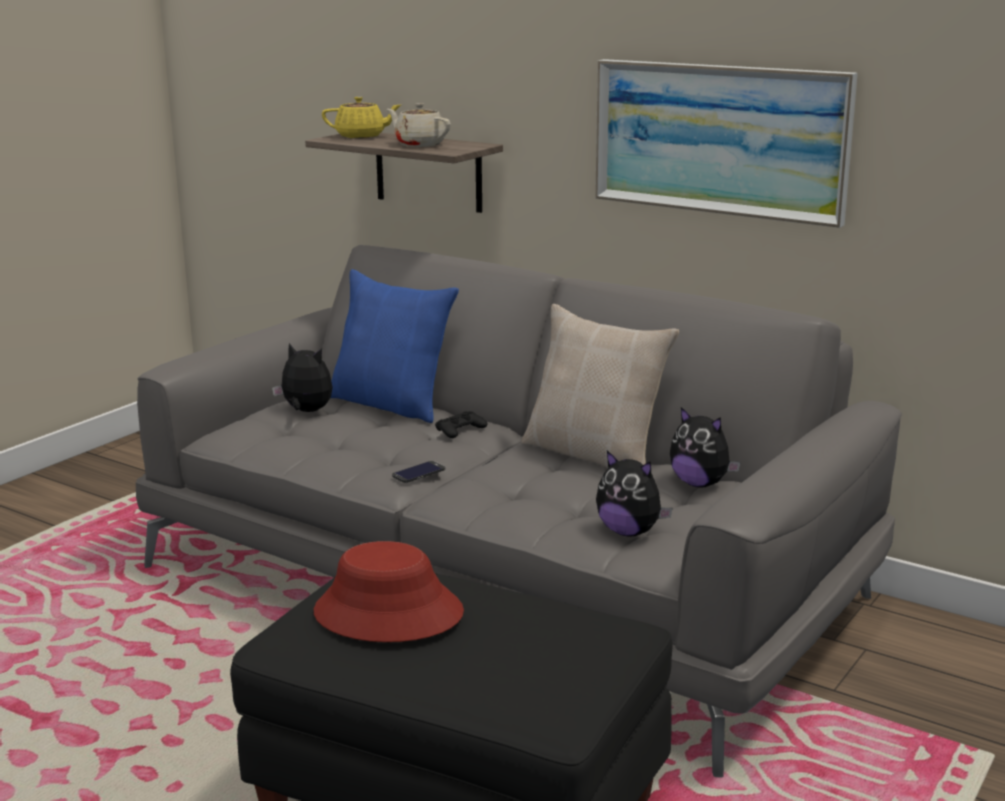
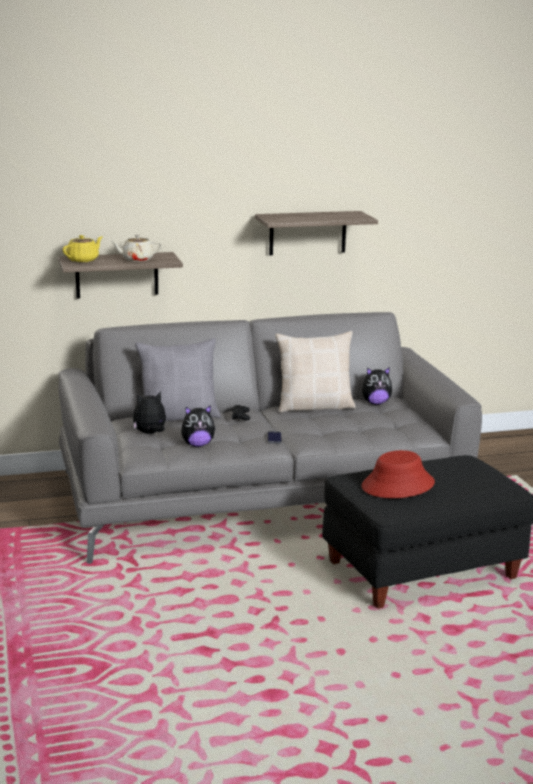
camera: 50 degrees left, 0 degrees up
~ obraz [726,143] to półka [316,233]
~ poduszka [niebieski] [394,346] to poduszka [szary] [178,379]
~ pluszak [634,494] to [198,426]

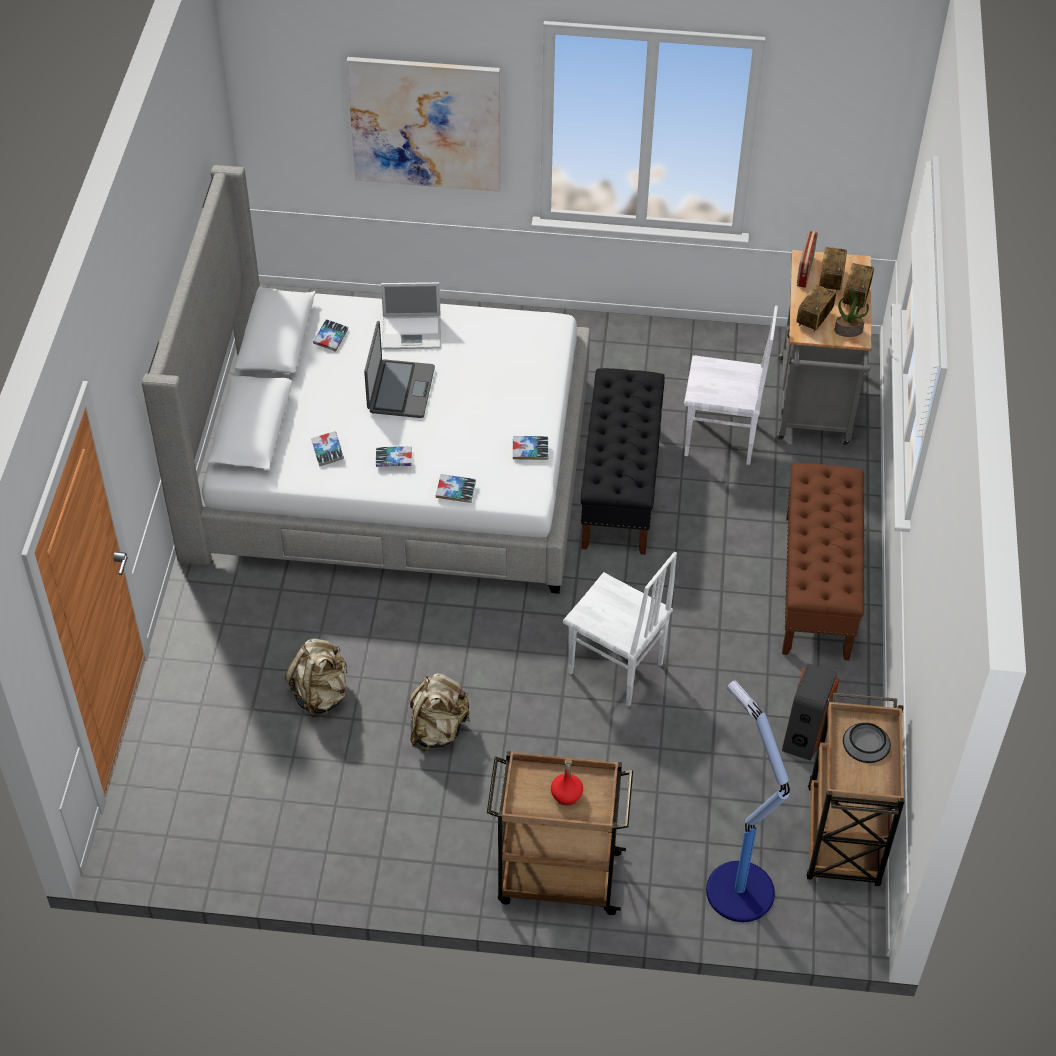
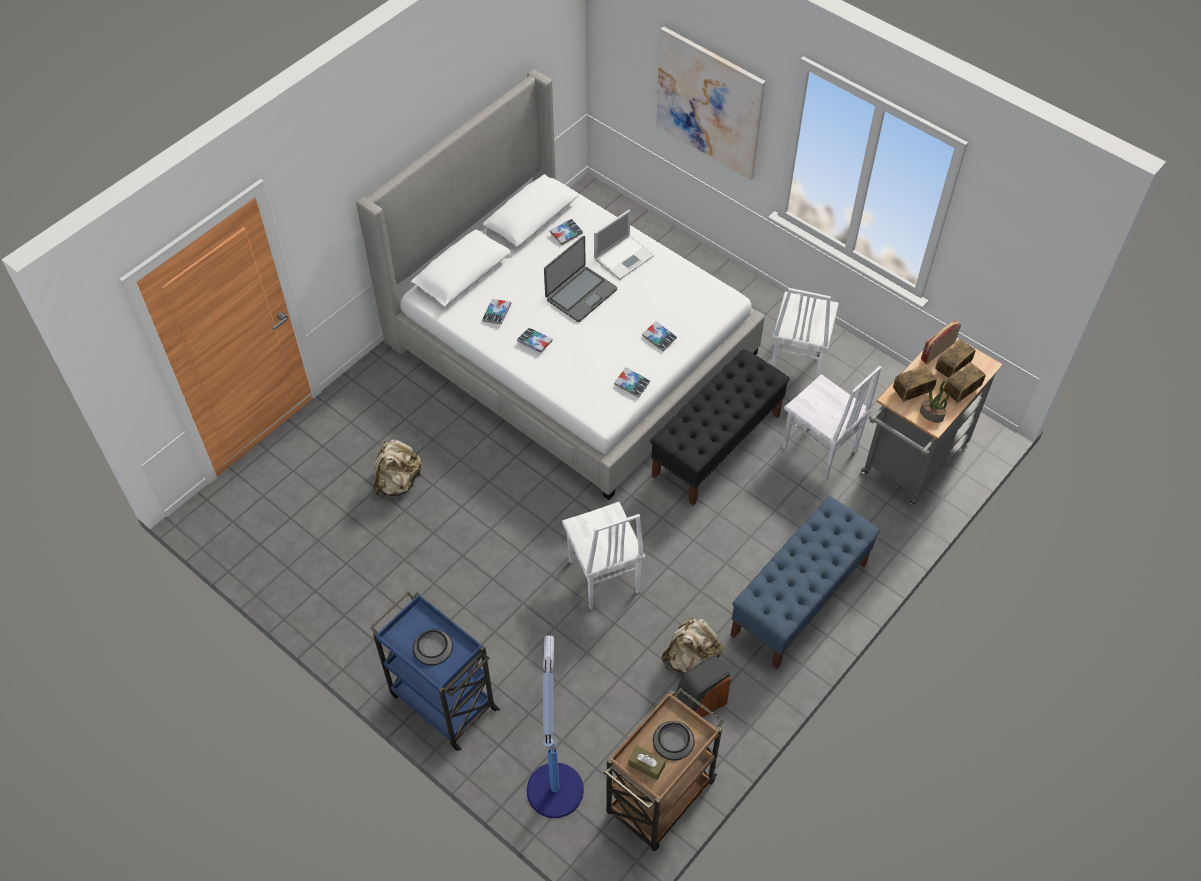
camera: 35 degrees right, 5 degrees up
~ laptop [411,315] = [624,245] 75 degrees counterclockwise
~ ławka [brązowy] [823,562] to ławka [niebieski] [805,583]
~ książka [456,488] to [659,336]
~ plecak [beżowy] [440,712] to [692,645]
~ wózek [brązowy] [560,833] to wózek [niebieski] [435,671]
~ butelka [czerwony] [567,781] to miska [433,647]
+ krzesło [biały] [805,333]
+ pudełko chusteczek [brązowy] [647,762]

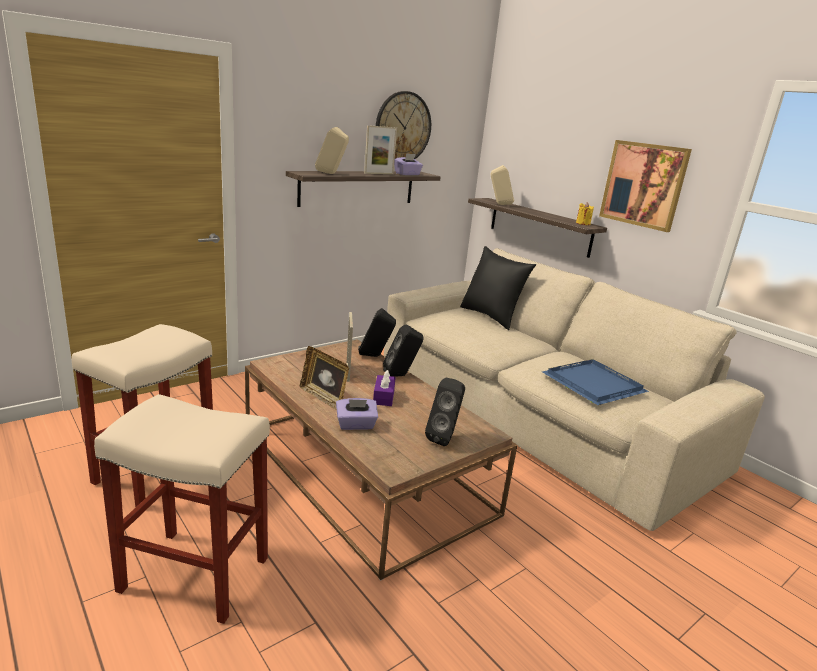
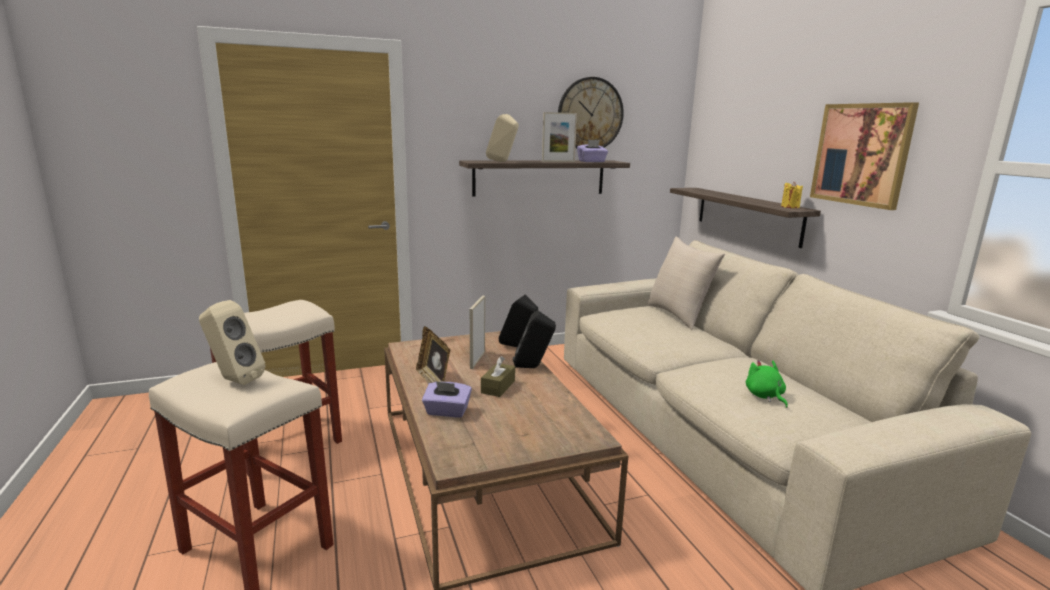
camera: 20 degrees right, 5 degrees down
~ głośnik [beżowy] [502,185] to [232,342]
~ poduszka [czarny] [498,288] to poduszka [beżowy] [686,283]
~ taca [niebieski] [595,382] to pluszak [zielony] [767,384]
~ pudełko chusteczek [fioletowy] [384,388] to pudełko chusteczek [brązowy] [498,376]
- głośnik [czarny] [445,412]

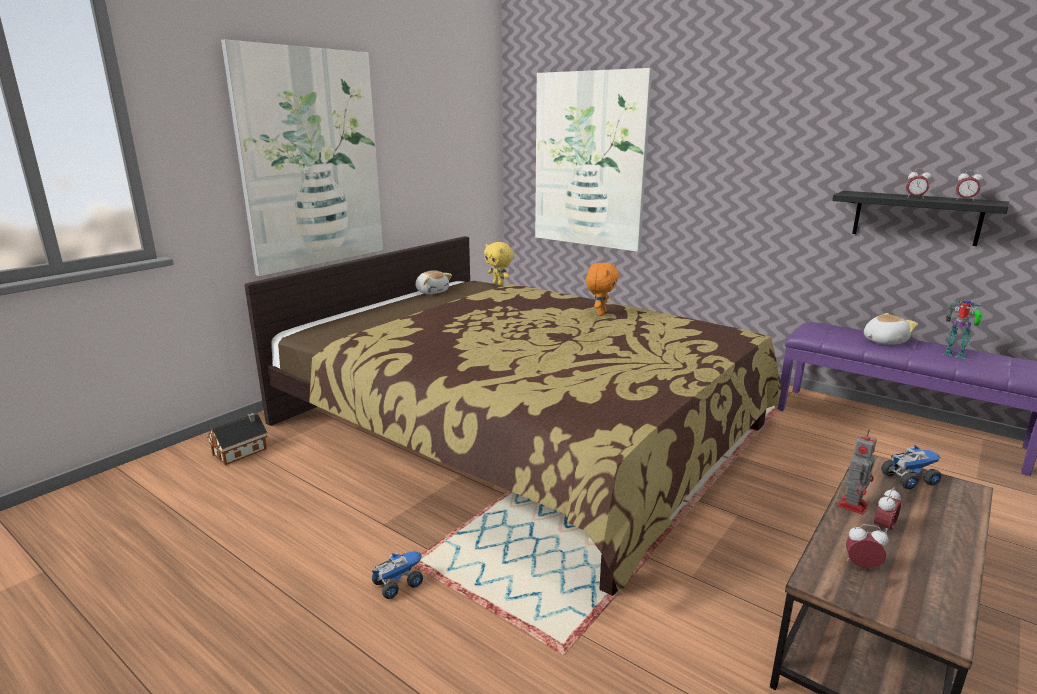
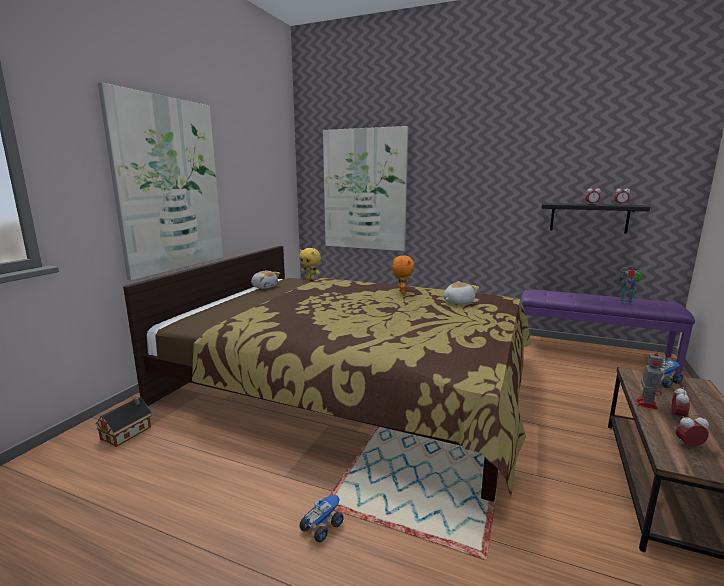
camera: 15 degrees left, 5 degrees down
~ pluszak [891,329] to [461,293]

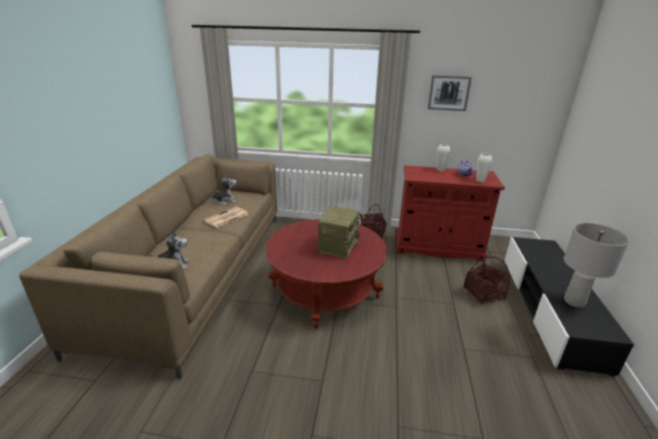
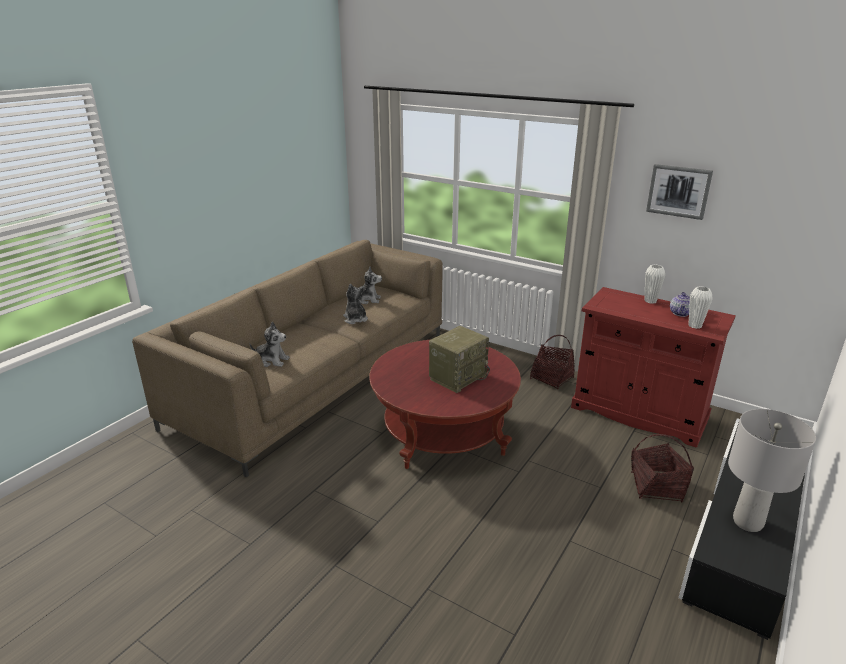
camera: 25 degrees right, 0 degrees up
~ gazeta [226,217] to pluszak [355,304]

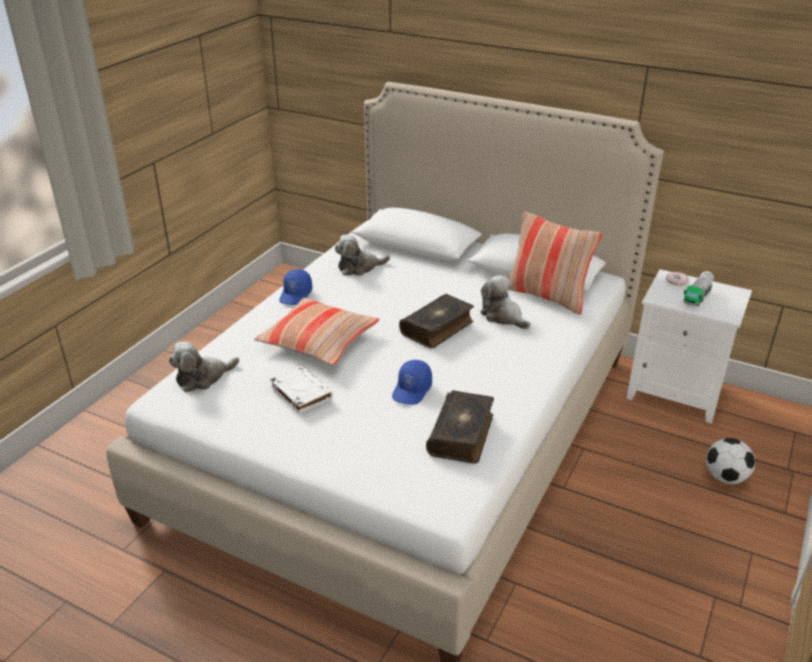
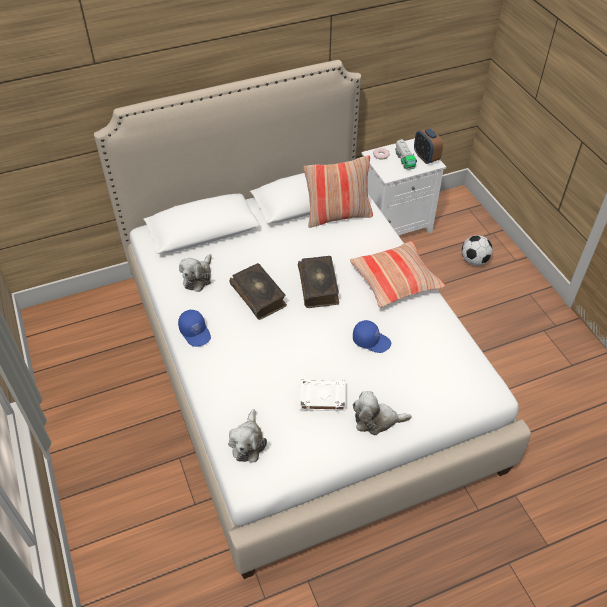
camera: 50 degrees left, 15 degrees up
~ pluszak [506,302] to [382,413]
~ poduszka [316,331] to [398,274]
~ czapka z daszkiem [niebieski] [412,382] = [372,336] 45 degrees counterclockwise
~ książka [460,427] to [258,291]
+ budzik [428,146]

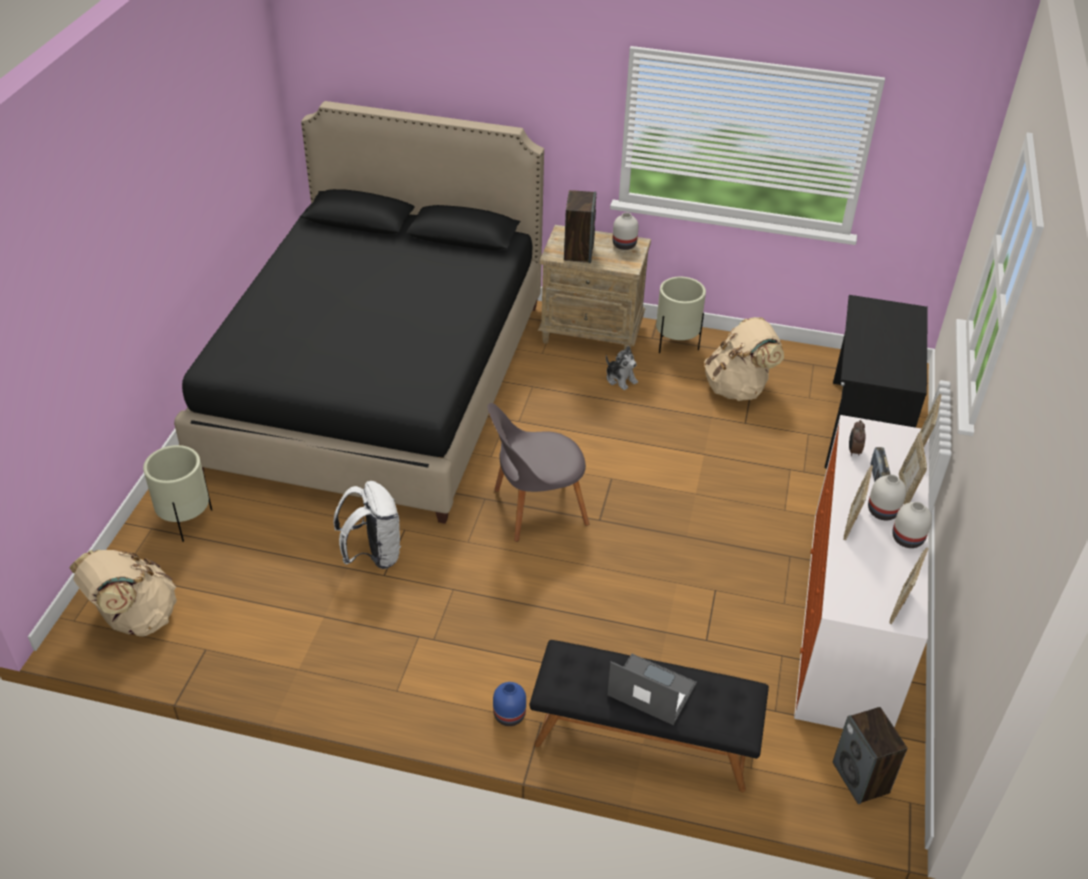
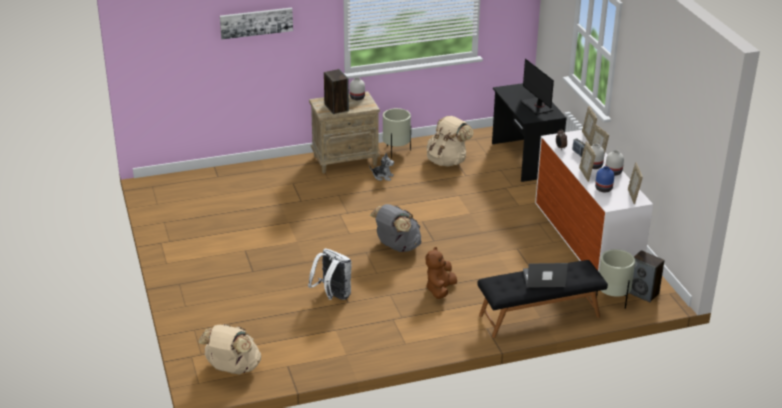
camera: 30 degrees left, 10 degrees down
- łóżko [czarny] [359,312]
~ krzesło [szary] [538,472] to plecak [szary] [395,228]
~ donica [beżowy] [177,493] to [615,279]
~ wazon [niebieski] [509,704] to [604,179]
+ obraz [256,23]
+ monitor [537,87]
+ pluszak [brązowy] [441,273]

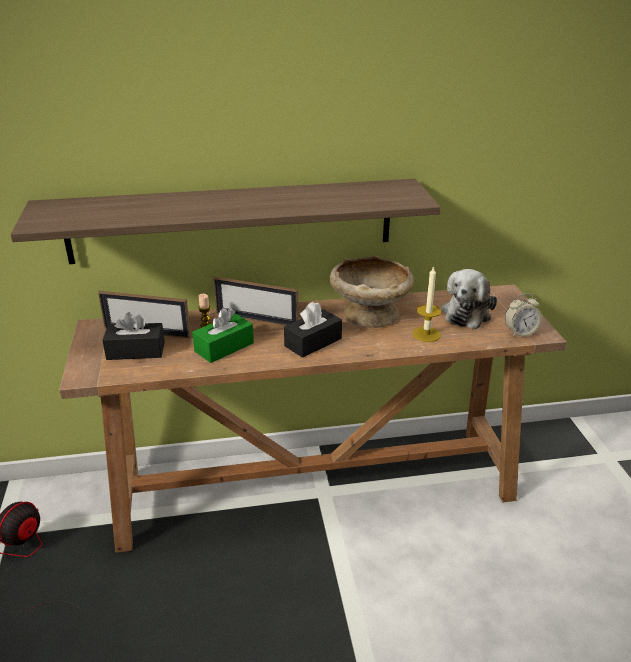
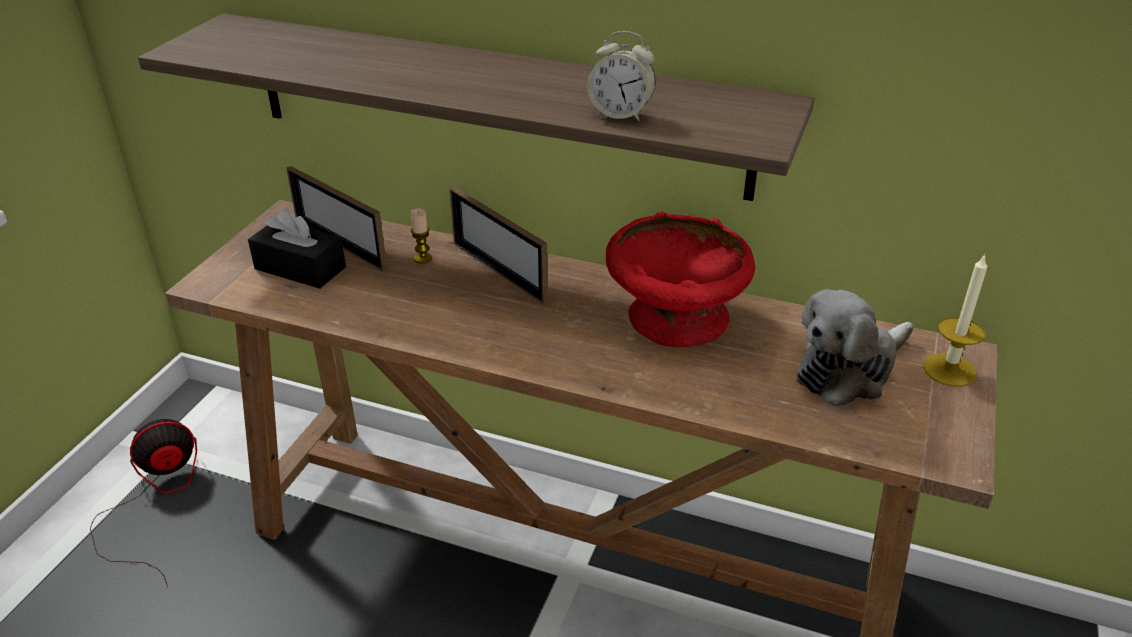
camera: 30 degrees right, 5 degrees up
~ miska [beżowy] [372,291] to miska [czerwony] [680,279]
~ świeca [426,304] to [955,320]
~ budzik [523,315] to [621,76]
- pudełko chusteczek [czarny] [313,330]
- pudełko chusteczek [zielony] [223,335]

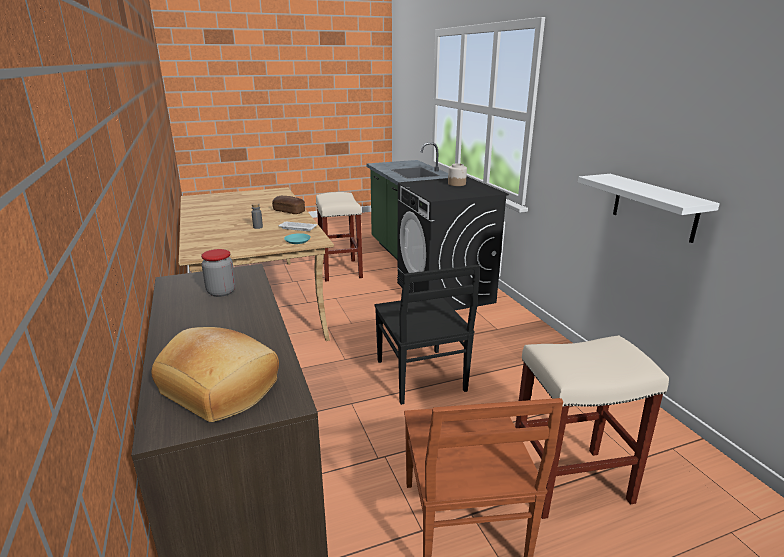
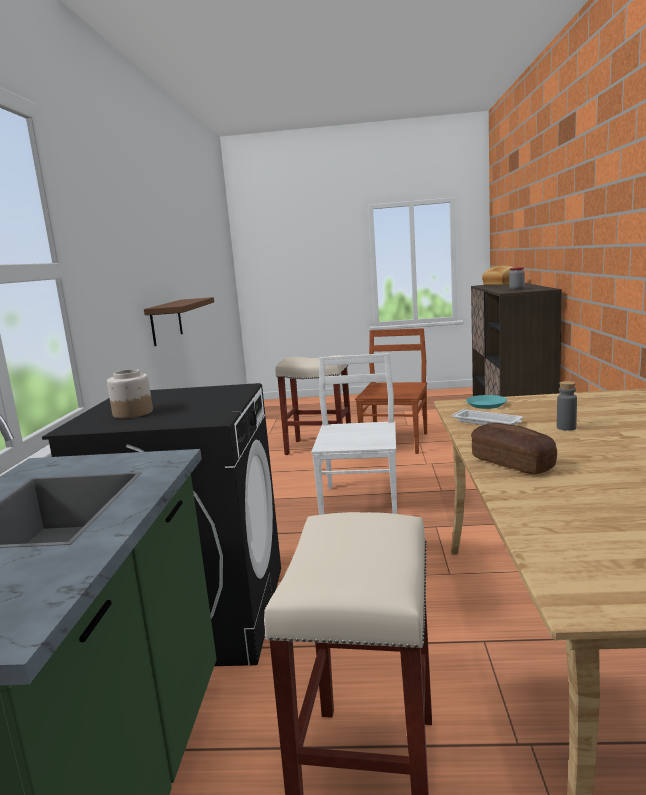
camera: 155 degrees left, 10 degrees down
~ półka [biały] [649,208] to półka [brązowy] [179,321]
~ krzesło [czarny] [427,335] to krzesło [biały] [354,434]

